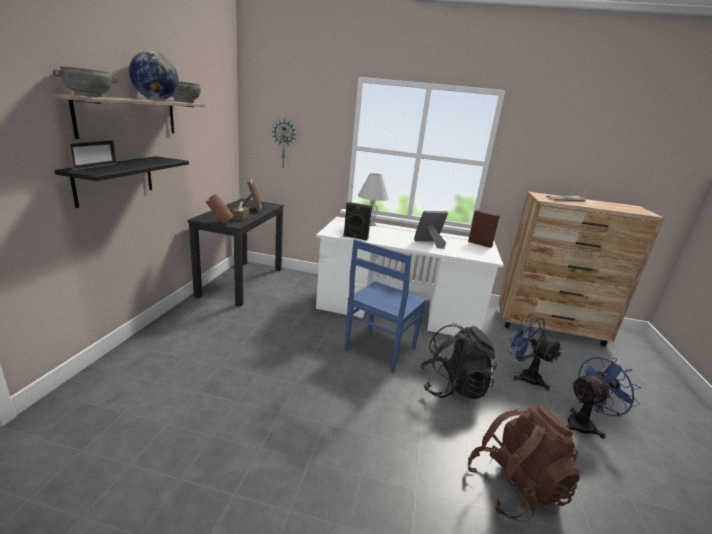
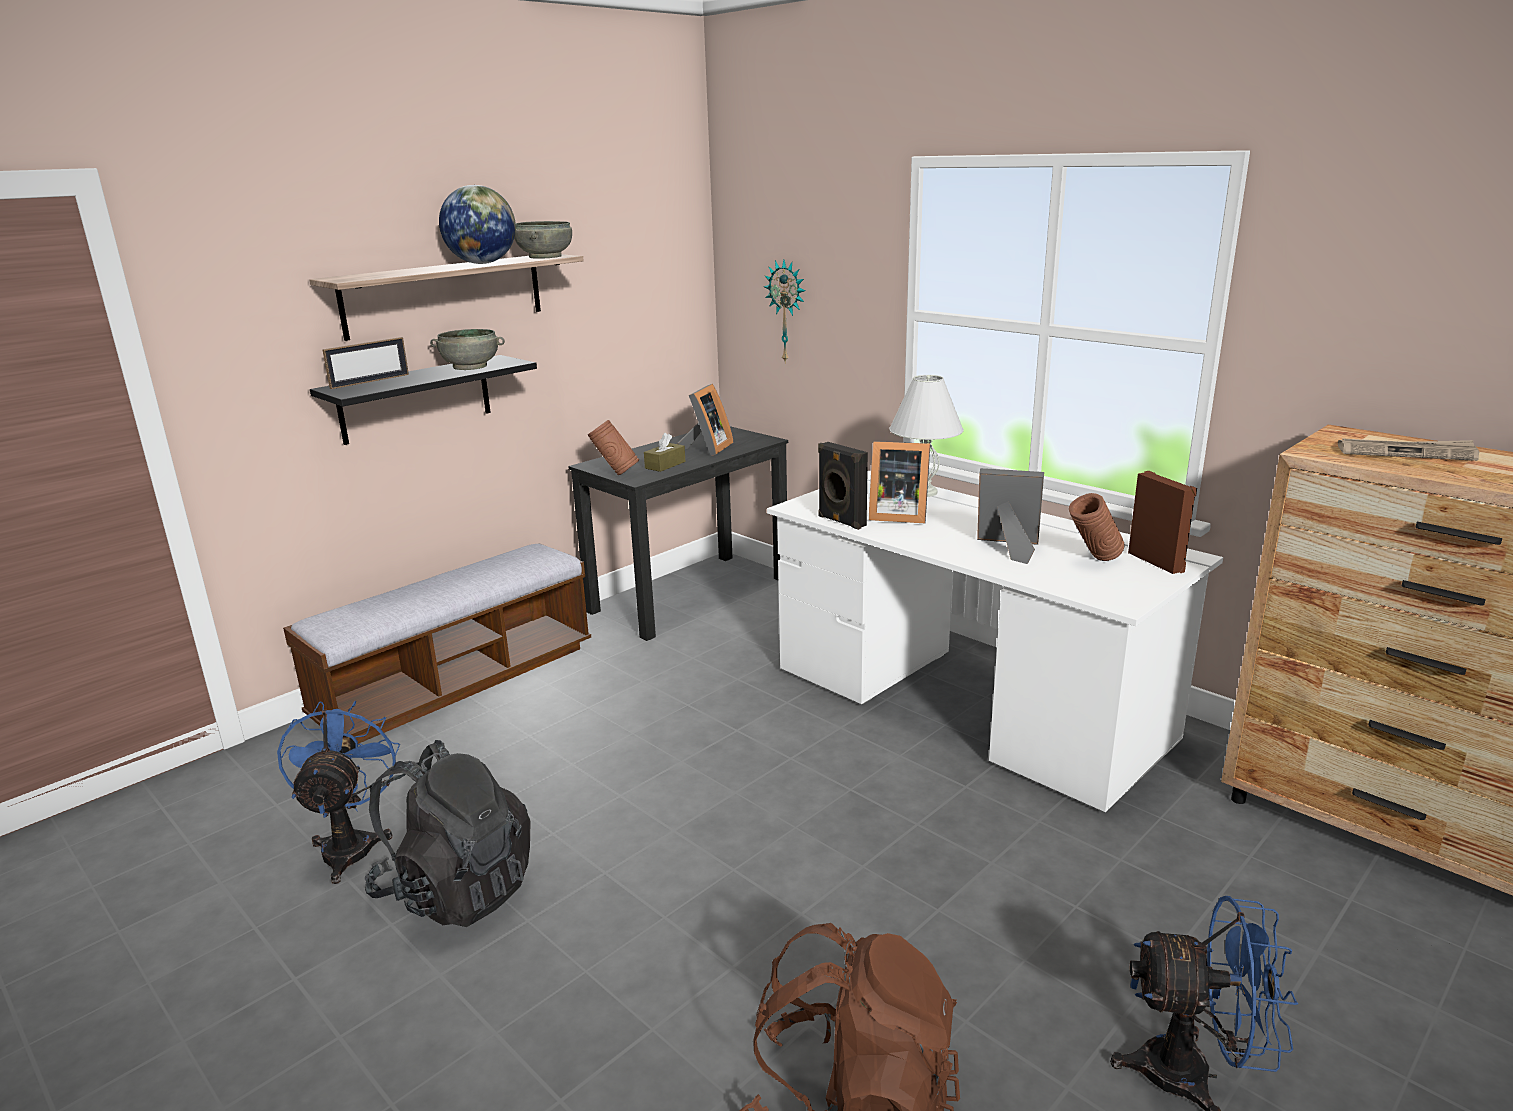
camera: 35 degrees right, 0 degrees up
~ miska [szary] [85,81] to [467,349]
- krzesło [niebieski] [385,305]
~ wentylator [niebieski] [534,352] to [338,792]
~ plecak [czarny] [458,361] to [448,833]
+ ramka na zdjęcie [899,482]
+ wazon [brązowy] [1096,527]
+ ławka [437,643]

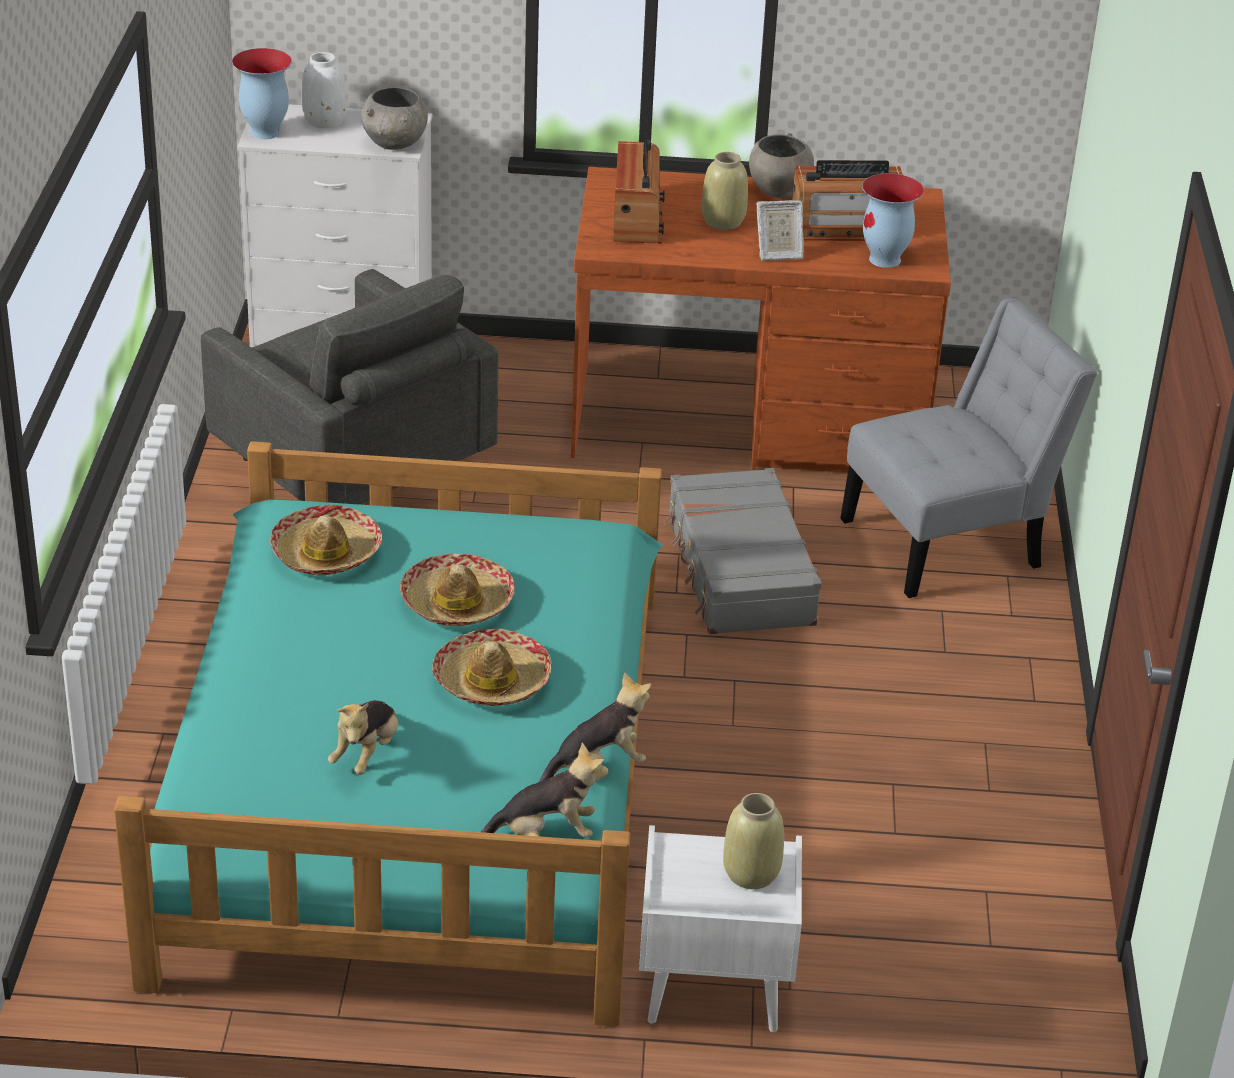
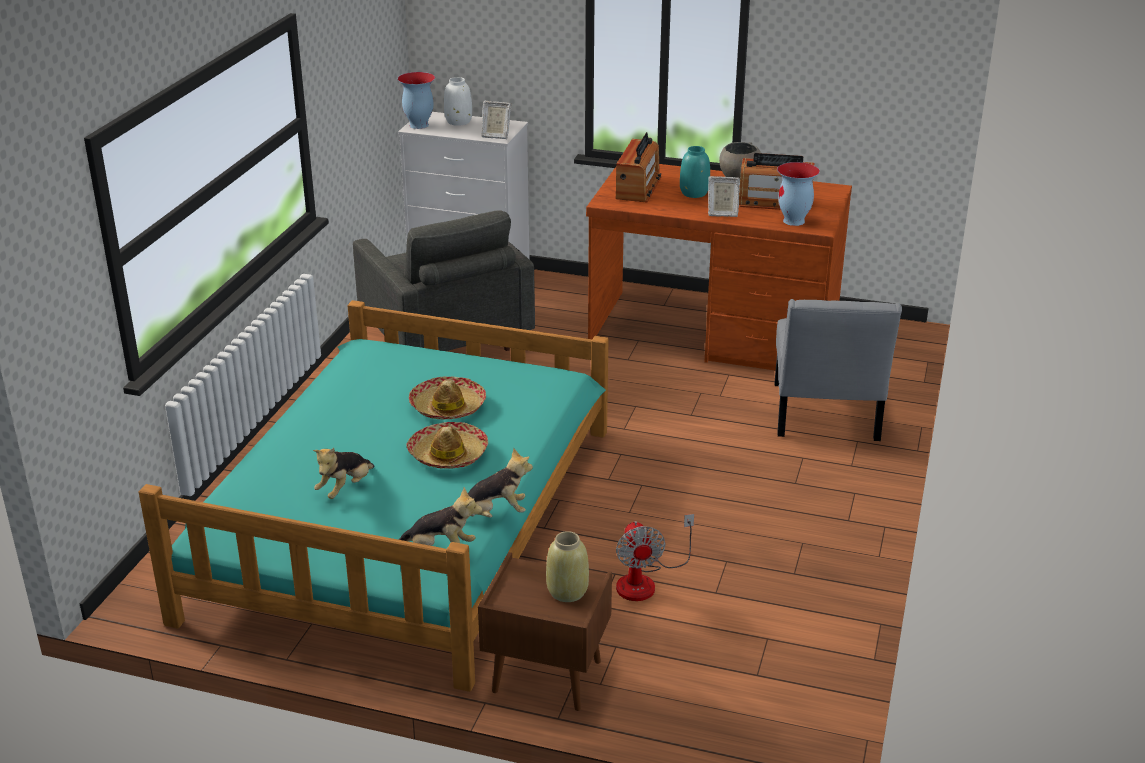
camera: 15 degrees right, 5 degrees down
~ miska [szary] [394,118] to ramka na zdjęcie [496,120]
~ wazon [beżowy] [725,191] to wazon [turkusowy] [695,172]
~ krzesło [szary] [968,448] = [838,370] 105 degrees clockwise
- walizka [szary] [743,551]
- kapelusz [326,540]
~ szafka nocna [biały] [720,928] to szafka nocna [brązowy] [545,631]
+ wentylator [655,557]

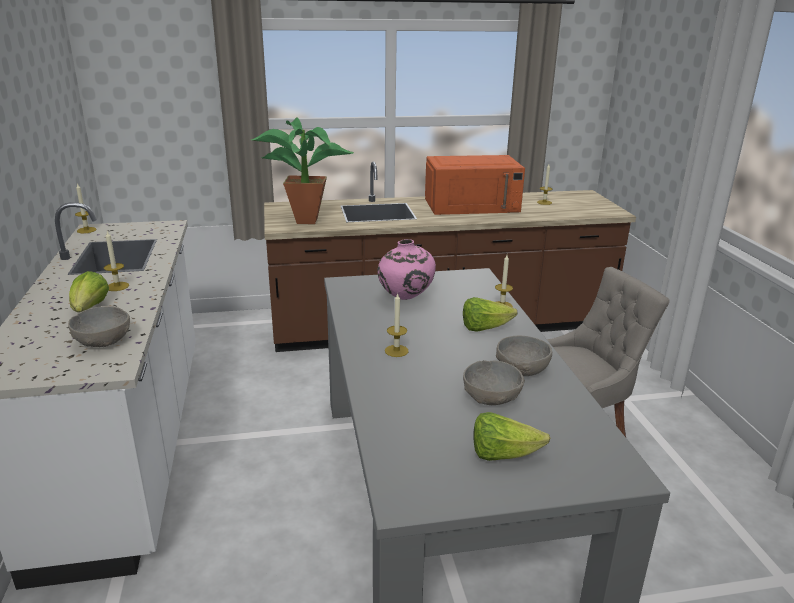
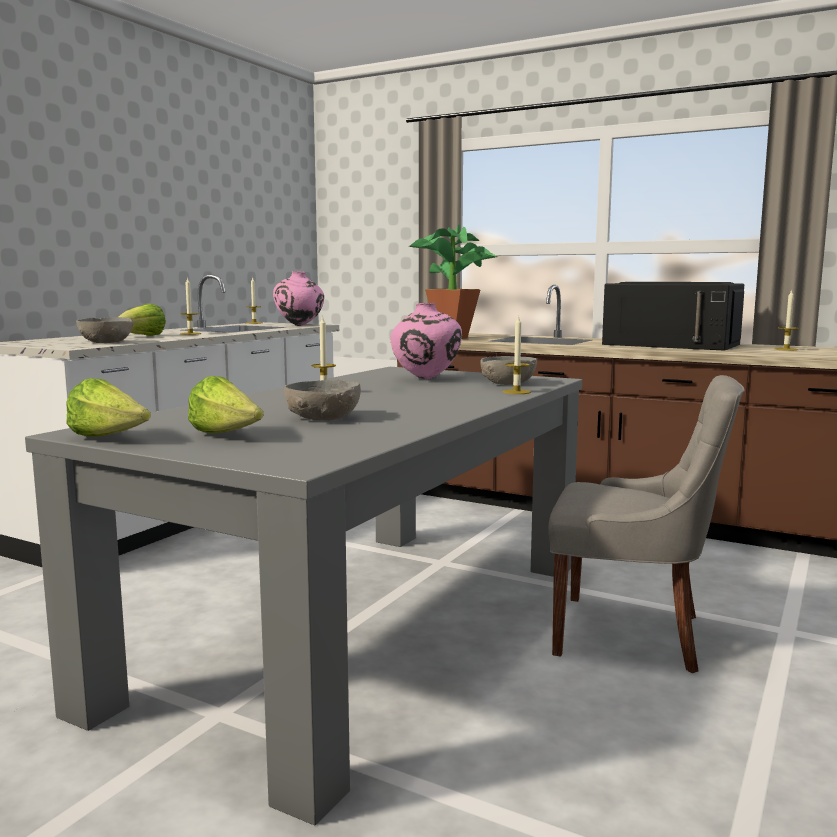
camera: 40 degrees right, 15 degrees down
~ mikrofalówka [pomarańczowy] [475,185] to mikrofalówka [czarny] [673,316]
~ sałata [490,314] to [108,407]
~ miska [szary] [524,356] to [508,370]
+ wazon [różowy] [298,298]

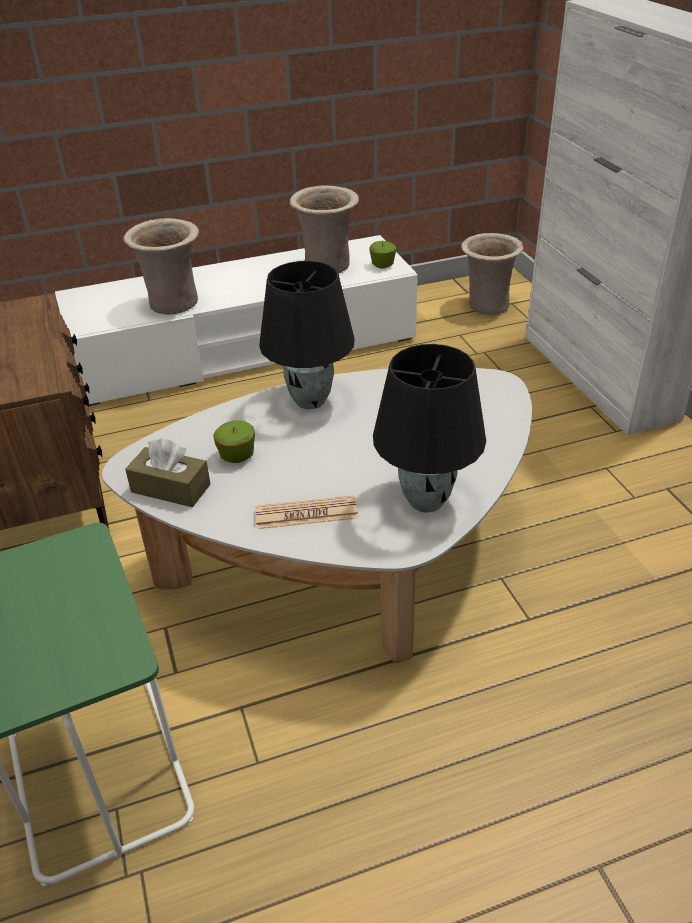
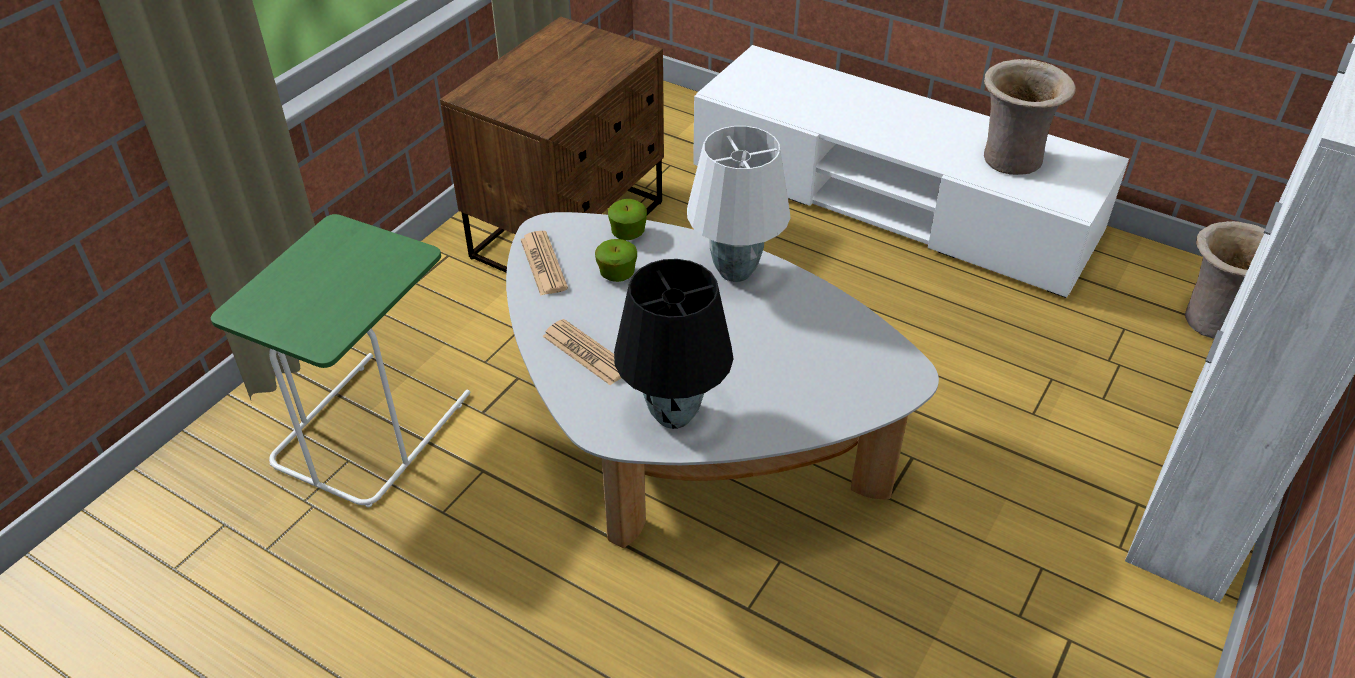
camera: 50 degrees right, 5 degrees up
- wazon [beżowy] [161,266]
~ jabłko [382,255] to [627,219]
~ lampa stołowa [czarny] [307,335] to lampa stołowa [biały] [739,204]
~ pudełko chusteczek [brązowy] [167,472] to gazeta [544,263]

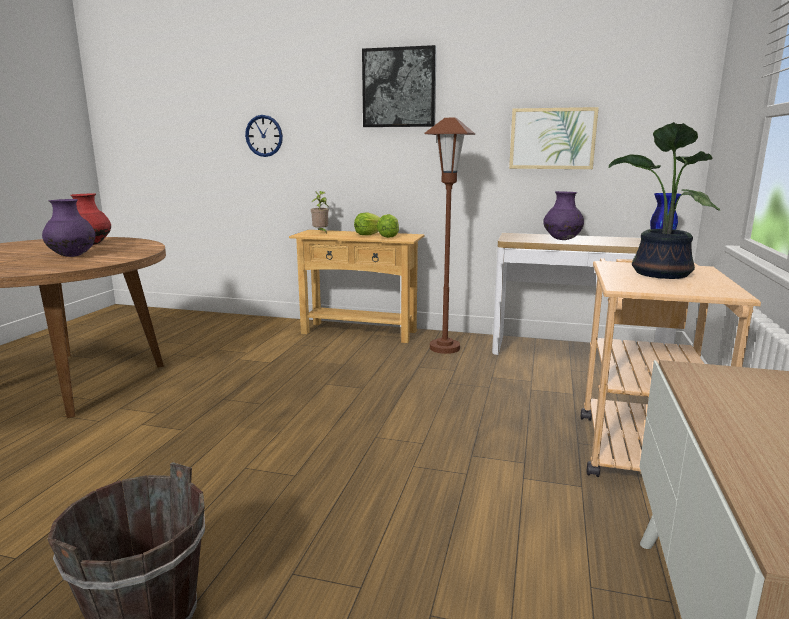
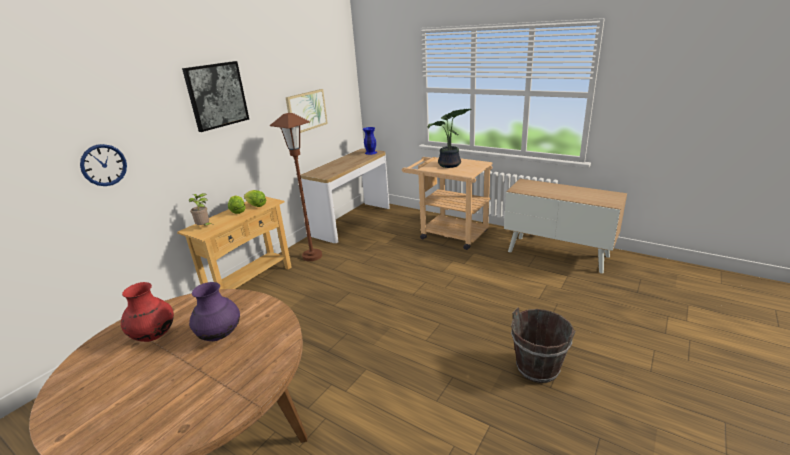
camera: 70 degrees left, 10 degrees up
- wazon [fioletowy] [563,215]

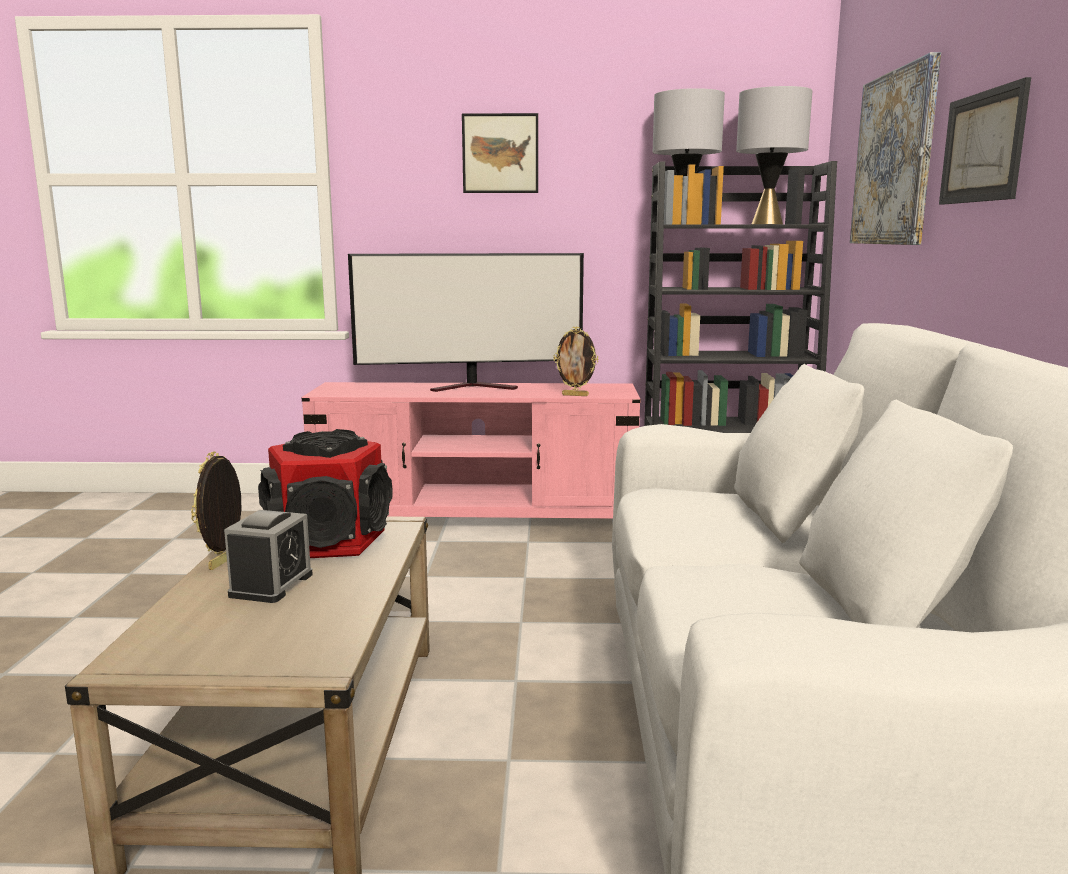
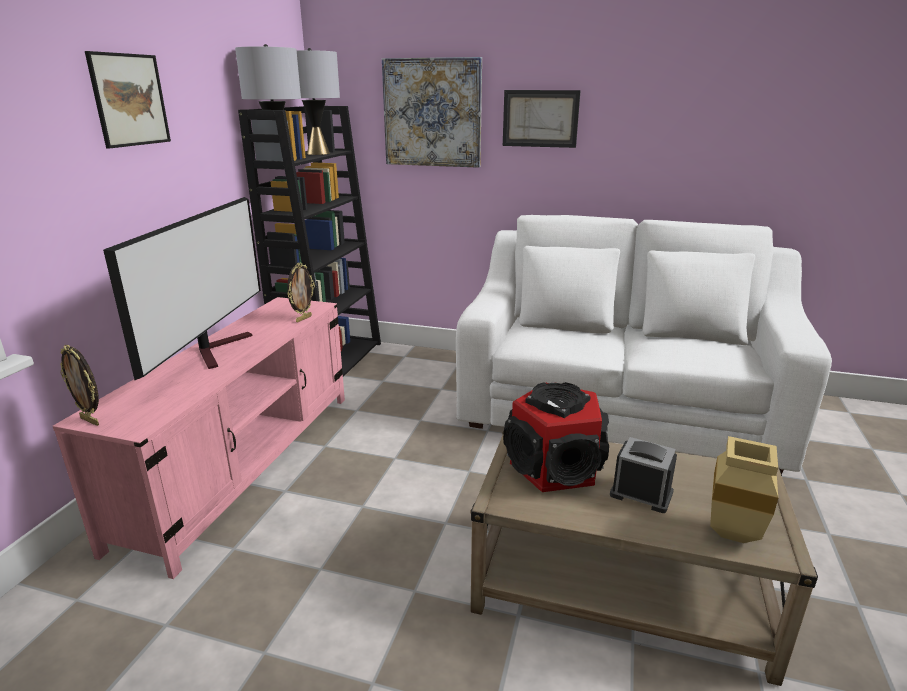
camera: 75 degrees left, 10 degrees up
~ ramka na zdjęcie [216,510] to [79,385]
+ wazon [beżowy] [744,489]

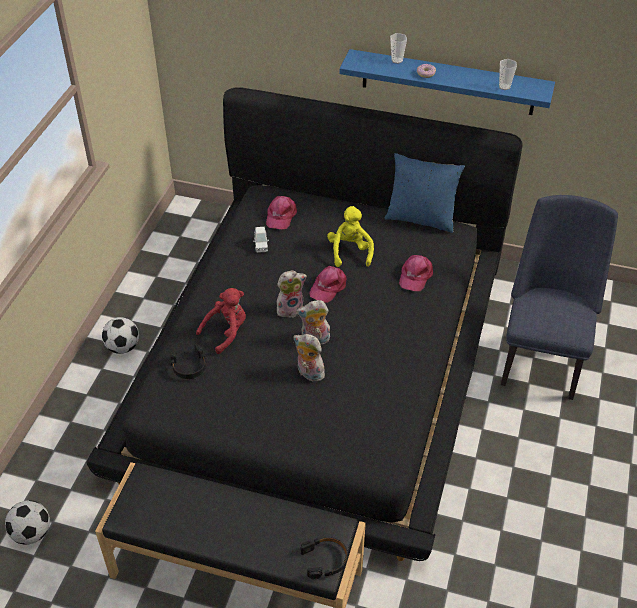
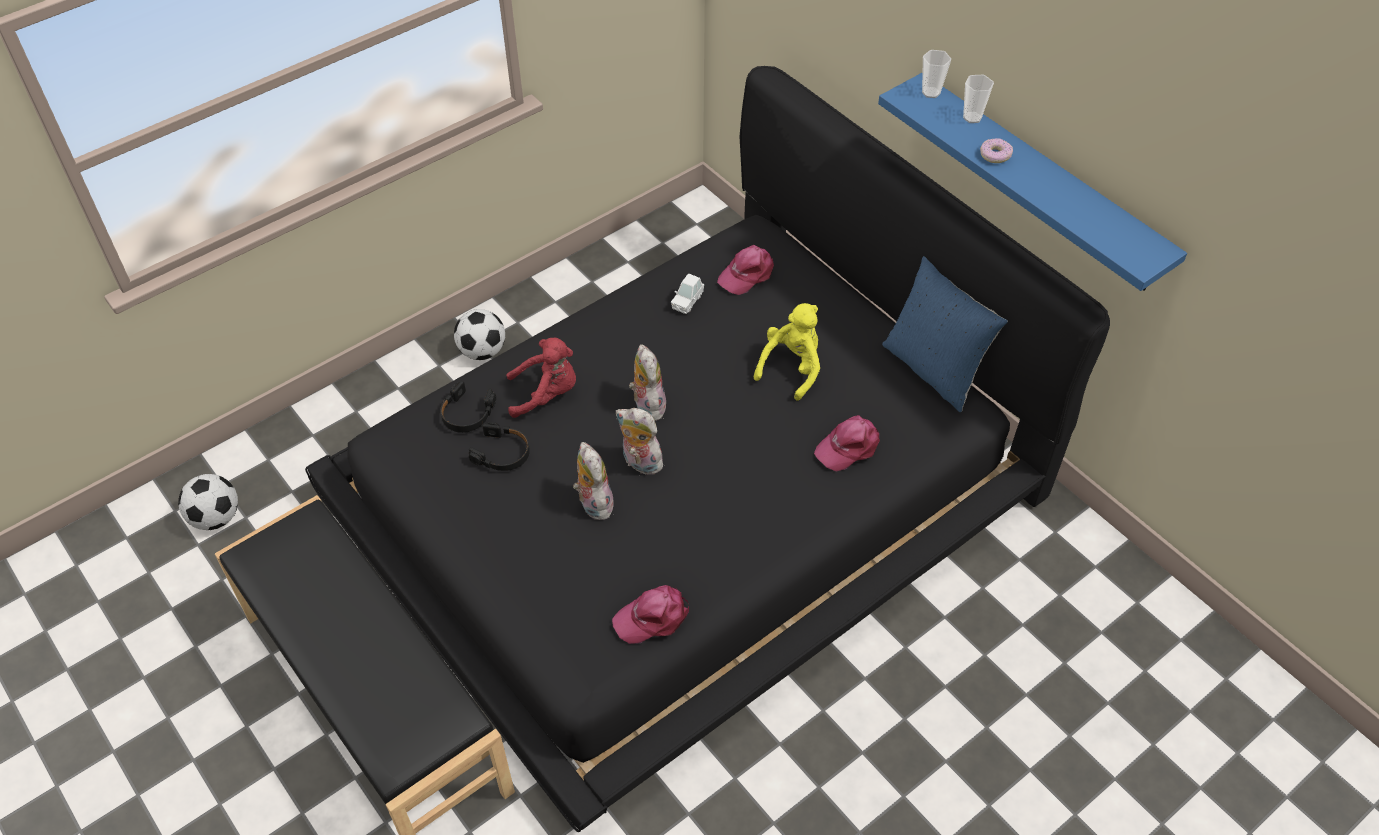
camera: 35 degrees right, 5 degrees up
~ filiżanka [508,74] to [936,74]
- krzesło [niebieski] [559,297]
~ czapka z daszkiem [różowy] [327,284] to [650,614]
~ pluszak [292,294] = [647,382] 120 degrees counterclockwise
~ słuchawki [czarny] [324,558] to [499,446]

